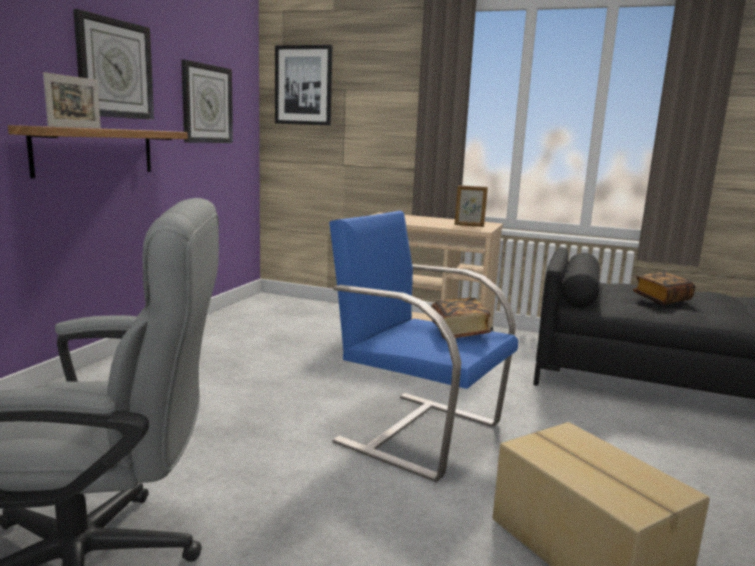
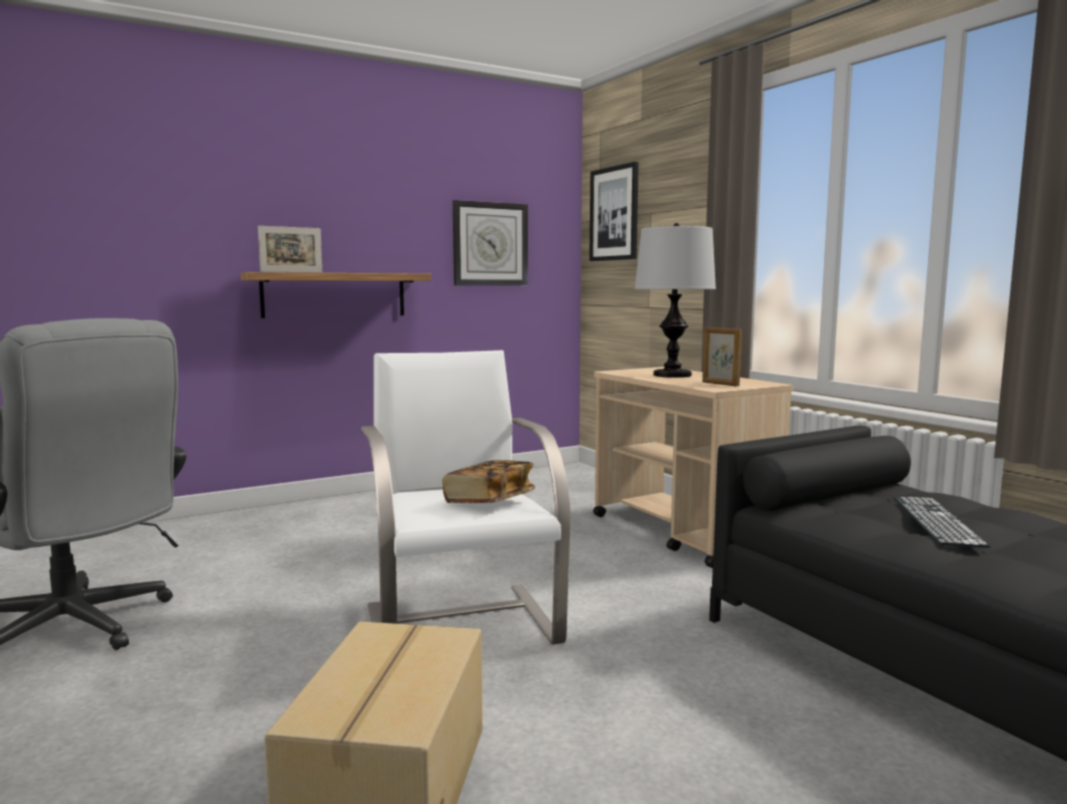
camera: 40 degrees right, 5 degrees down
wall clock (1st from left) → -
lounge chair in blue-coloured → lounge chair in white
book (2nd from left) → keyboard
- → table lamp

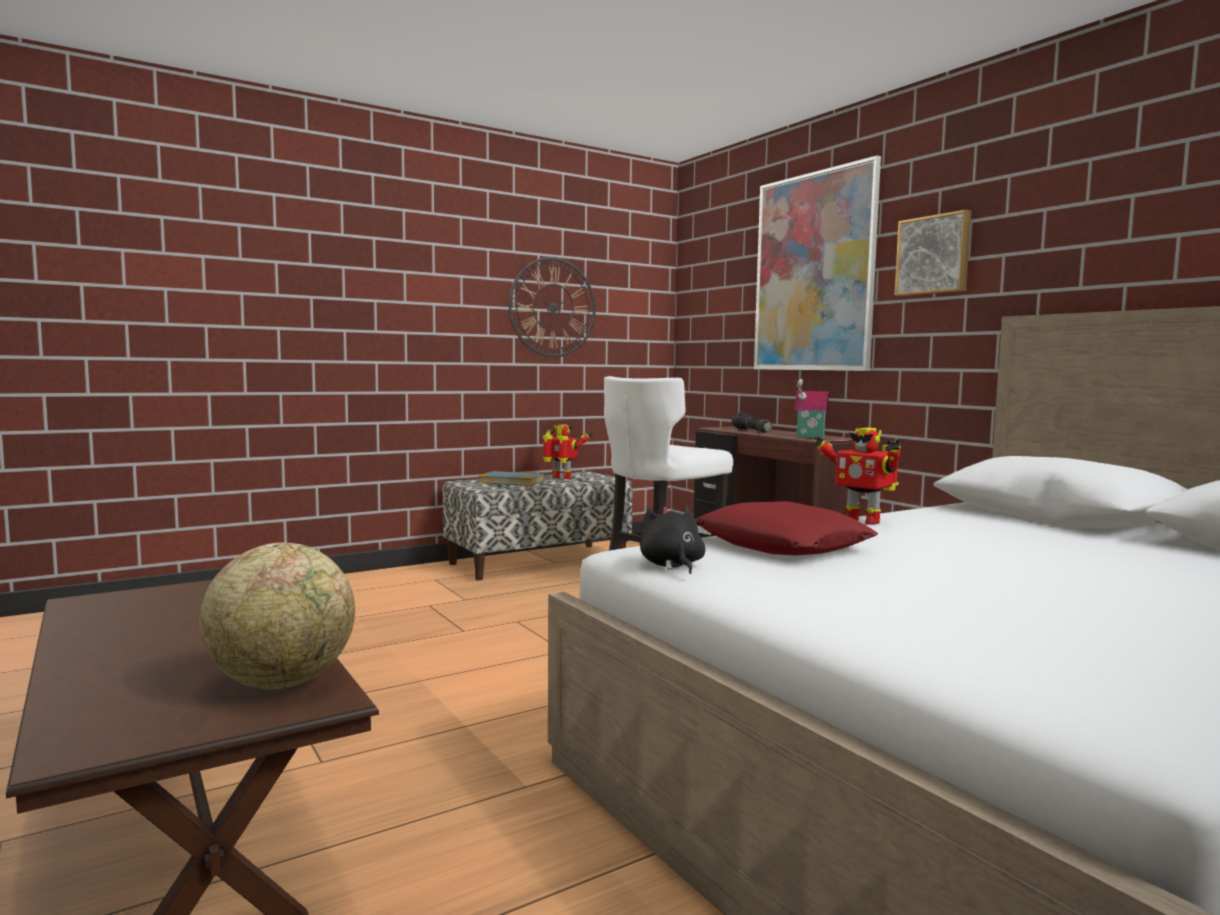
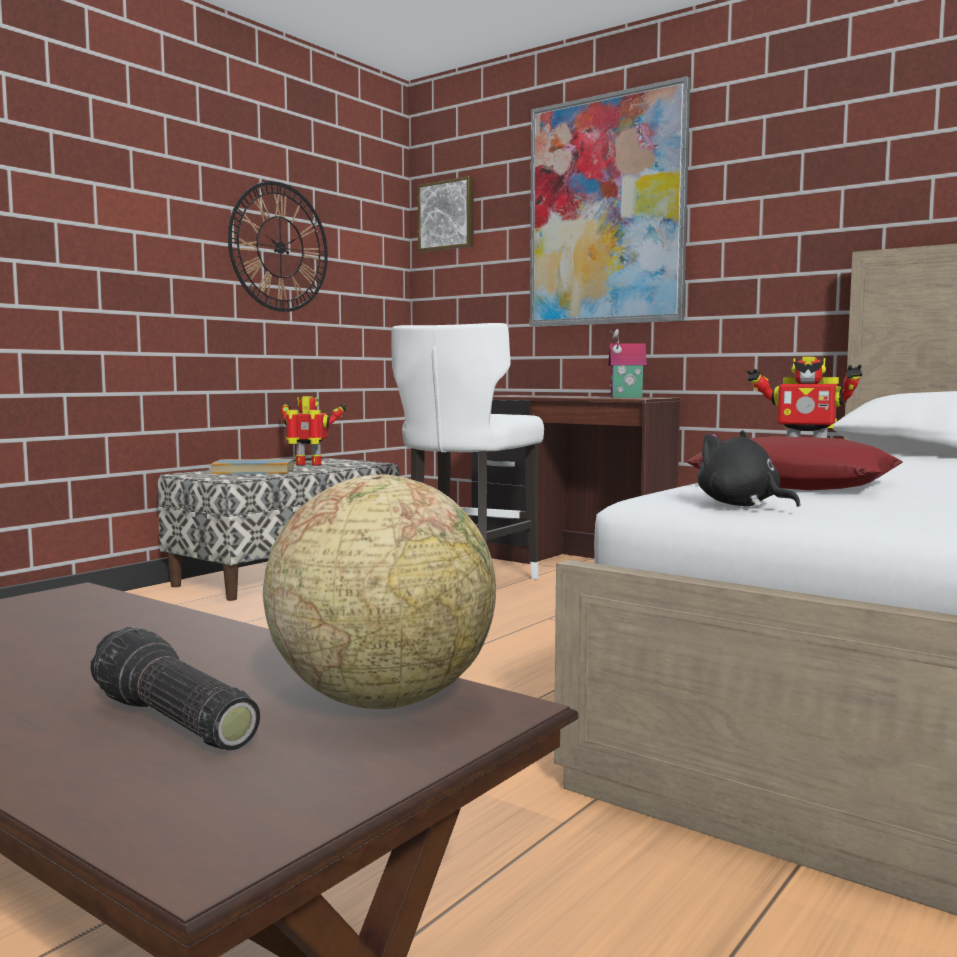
camera: 20 degrees left, 0 degrees up
flashlight, moved
picture (2nd from left in the first image) → picture (1st from left), moved

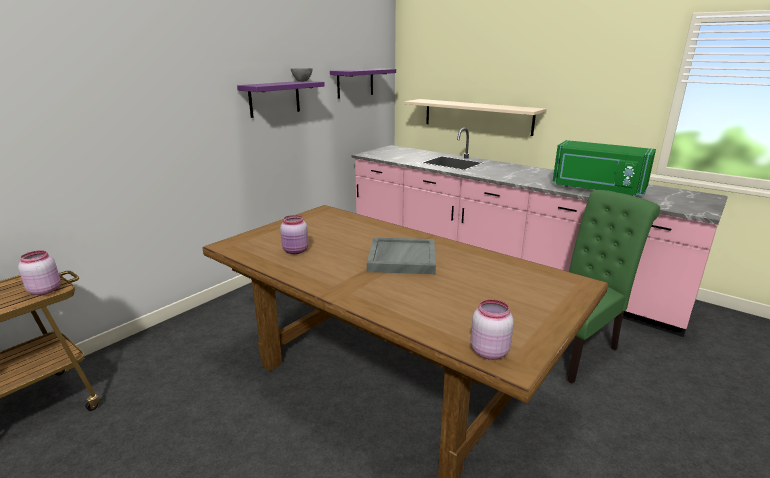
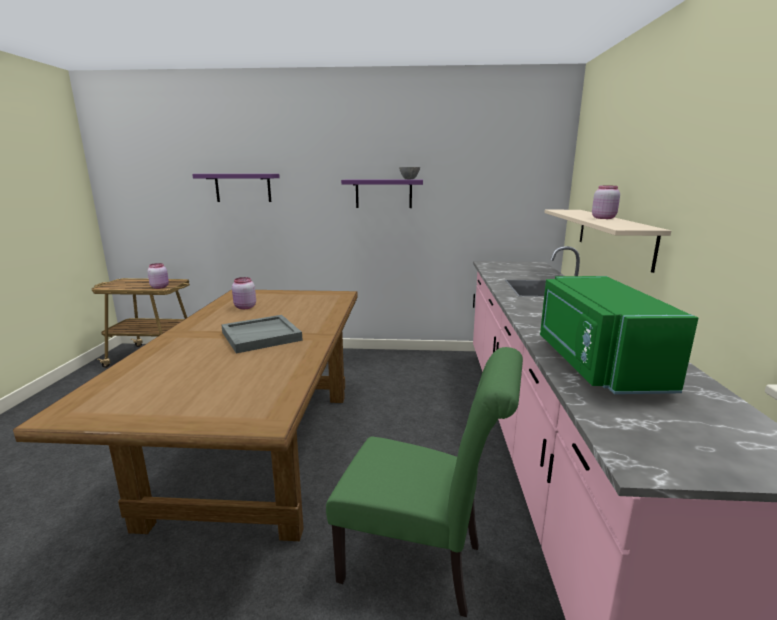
camera: 55 degrees right, 5 degrees down
shelf in purple-coloured (2nd from left in the first image) → shelf in purple-coloured (1st from left), moved
storage jar in pinkish (3rd from left), moved

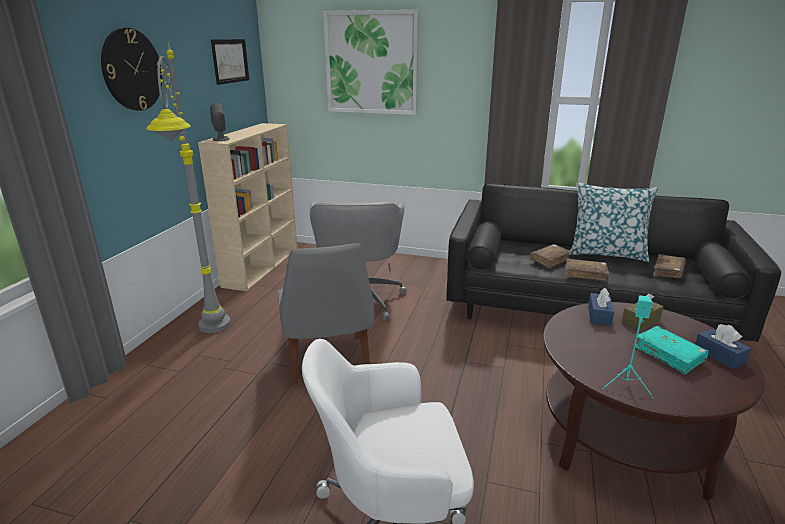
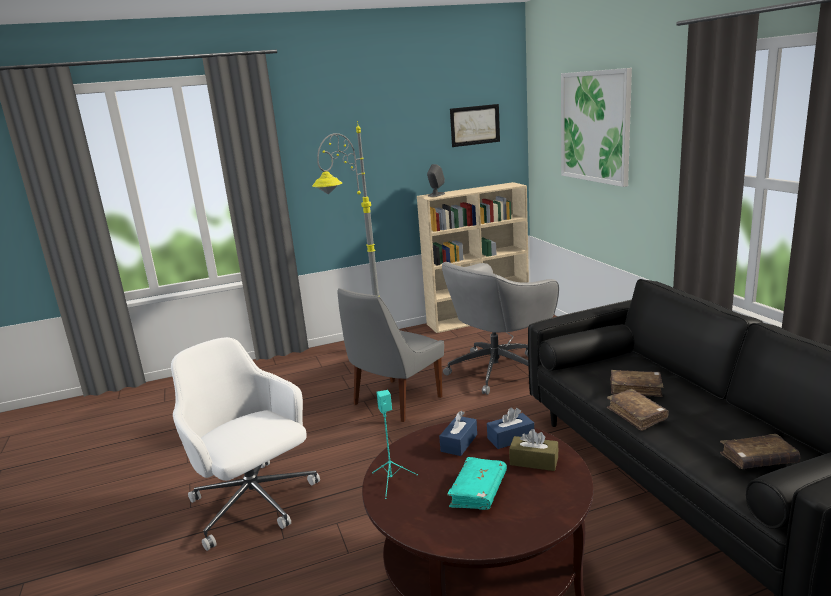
camera: 55 degrees right, 5 degrees down
wall clock → -
cushion → -
tissue box in blue-coloured (2nd from left in the first image) → tissue box in blue-coloured (1st from left), moved

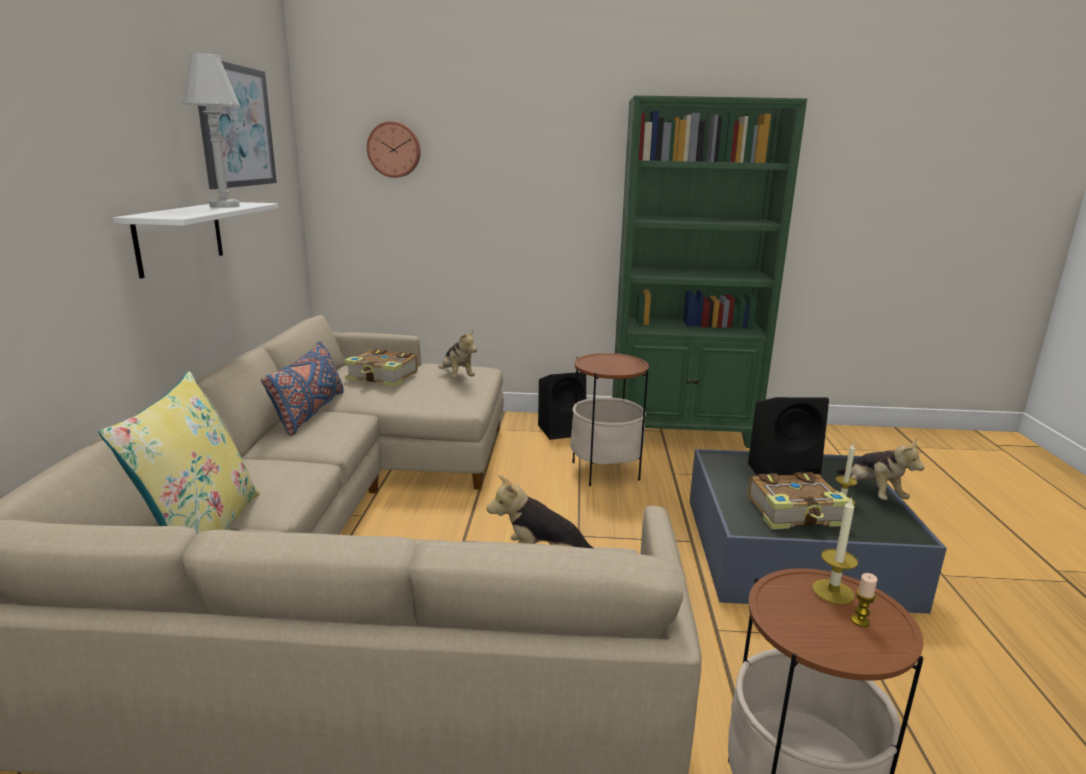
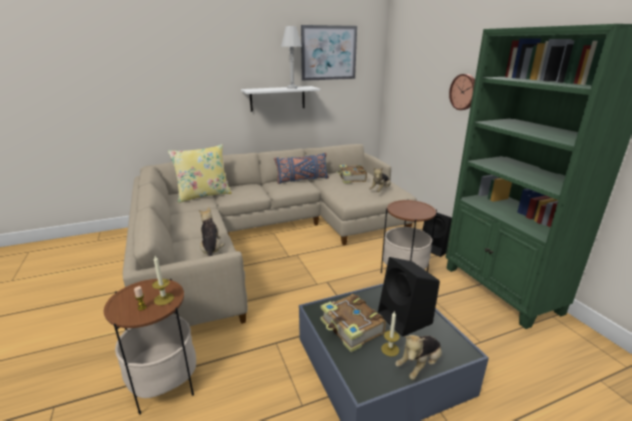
camera: 65 degrees right, 5 degrees up
wall clock, moved

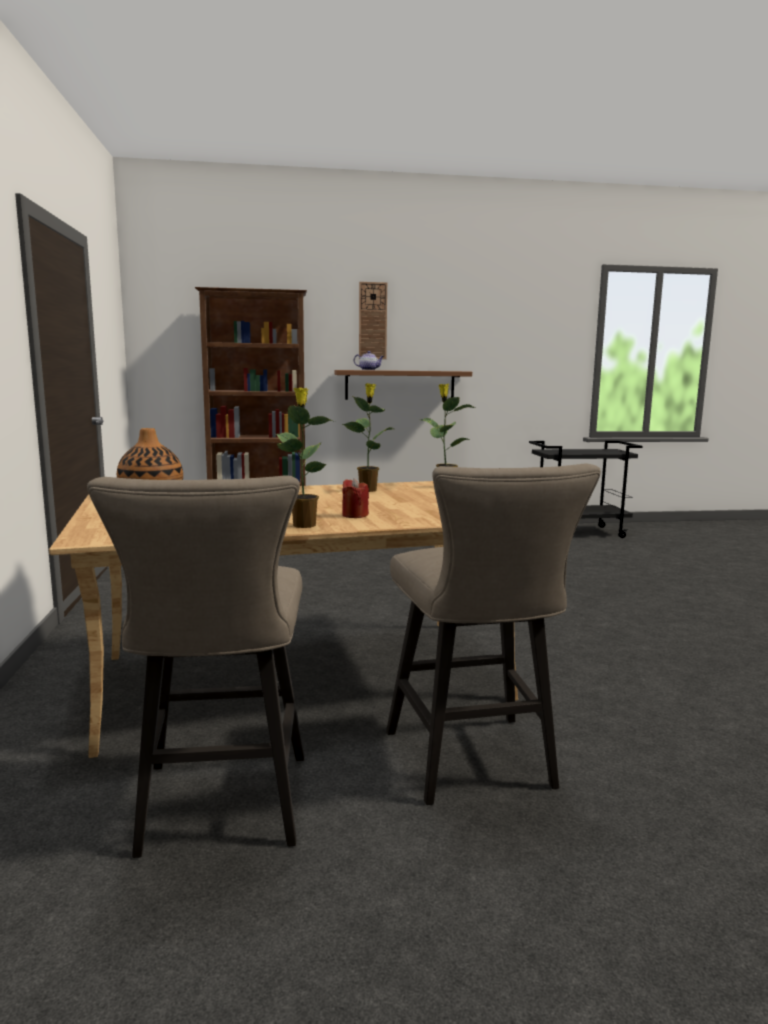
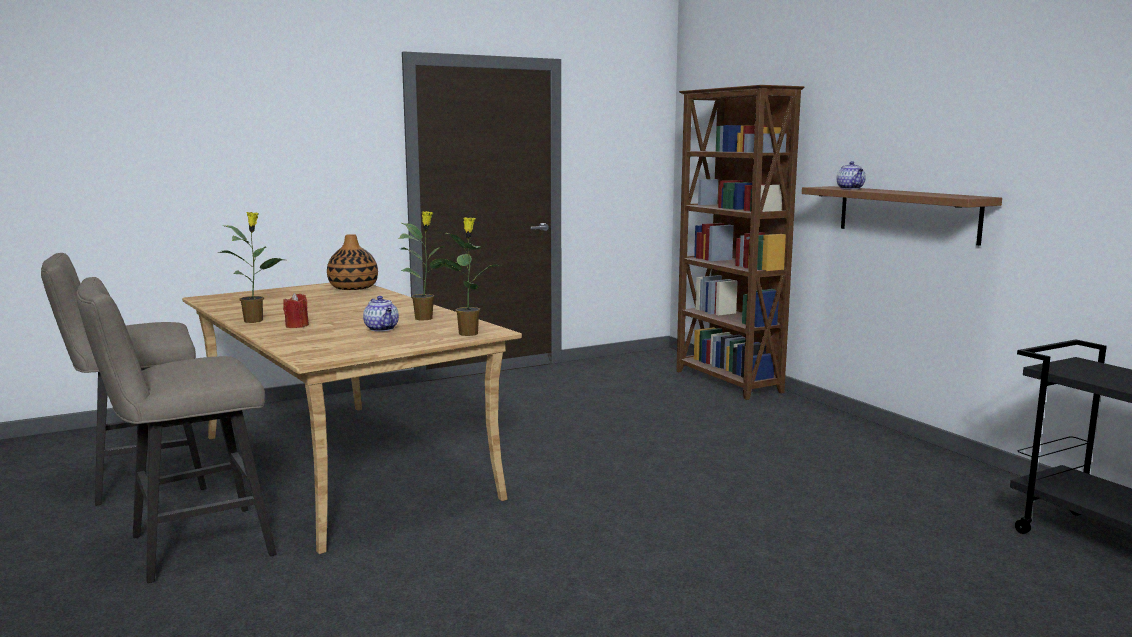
camera: 70 degrees right, 0 degrees up
wall clock → -
- → teapot (1st from left)

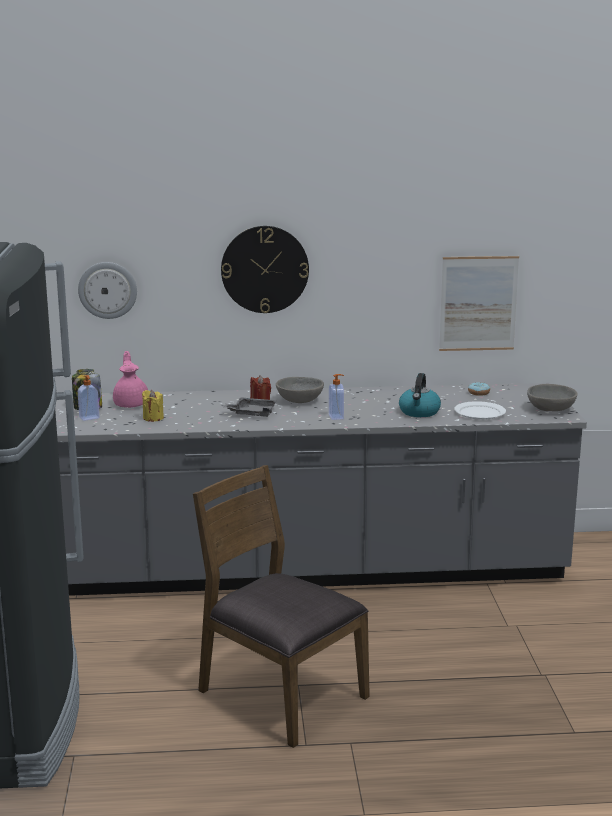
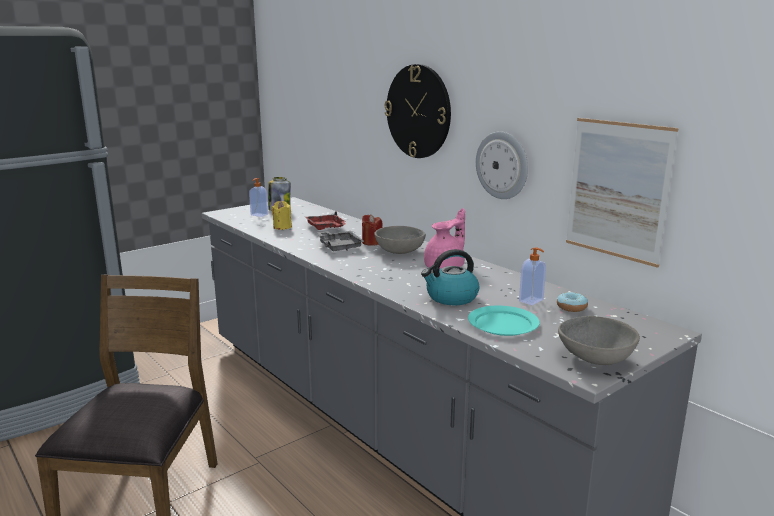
camera: 55 degrees right, 0 degrees up
wall clock (1st from left in the first image) → wall clock (2nd from left), moved
teapot in pinkish, moved
liquid soap bottle (2nd from left), moved
dinner plate in white → dinner plate in turquoise-coloured
- → tray in red-coloured

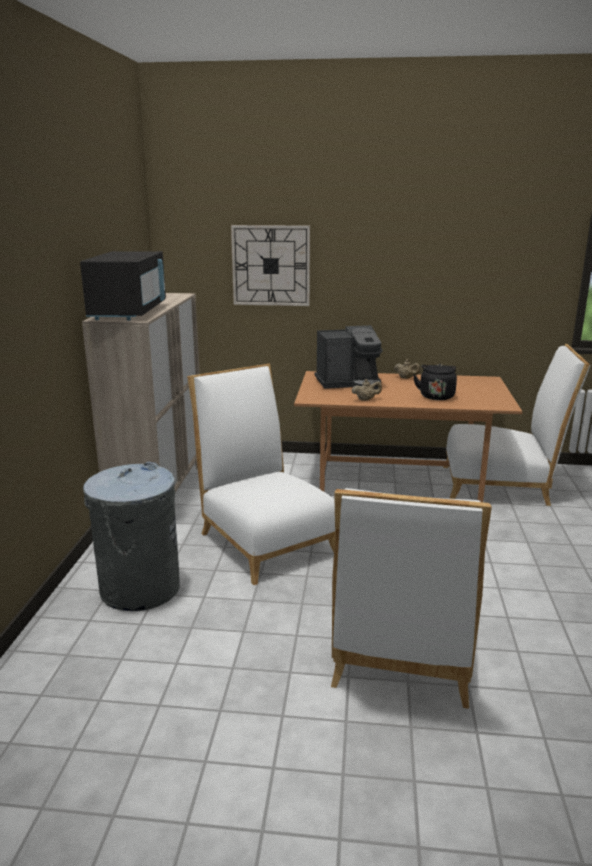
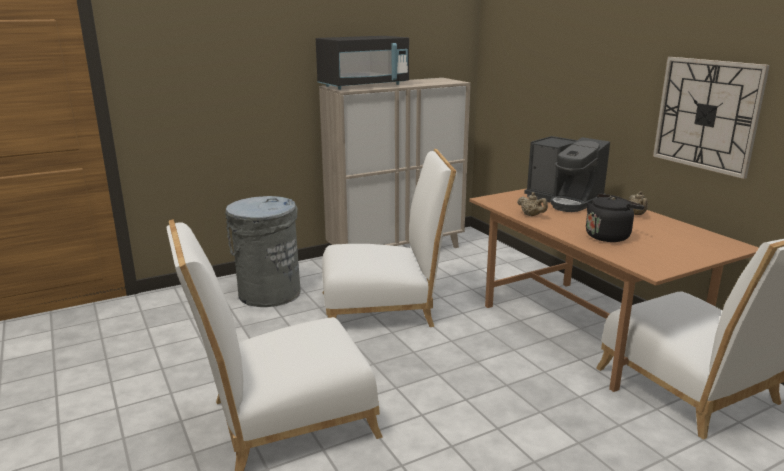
camera: 55 degrees right, 0 degrees up
chair in white (1st from left in the first image) → chair in white (2nd from left), 60 degrees clockwise
wall clock, moved

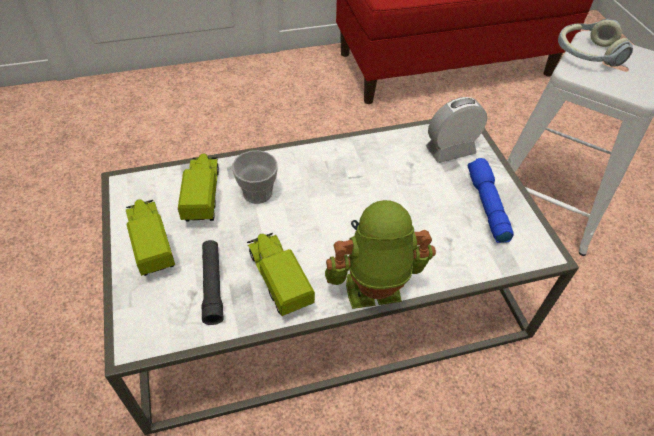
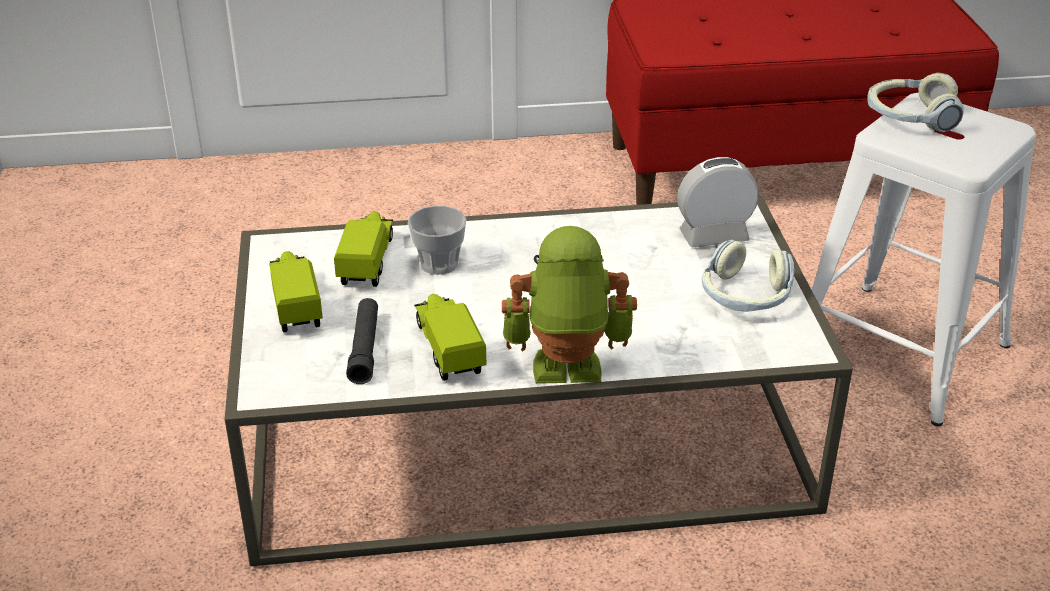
camera: 10 degrees right, 15 degrees down
flashlight in blue-coloured → headset (1st from left)

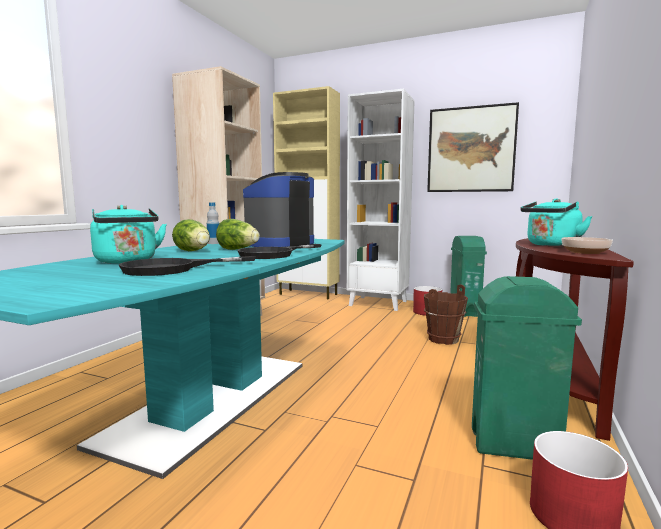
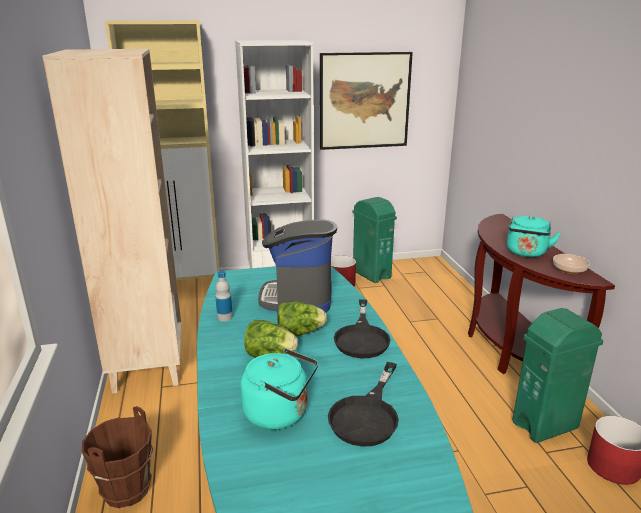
camera: 35 degrees left, 15 degrees up
water bucket in brownish, moved

